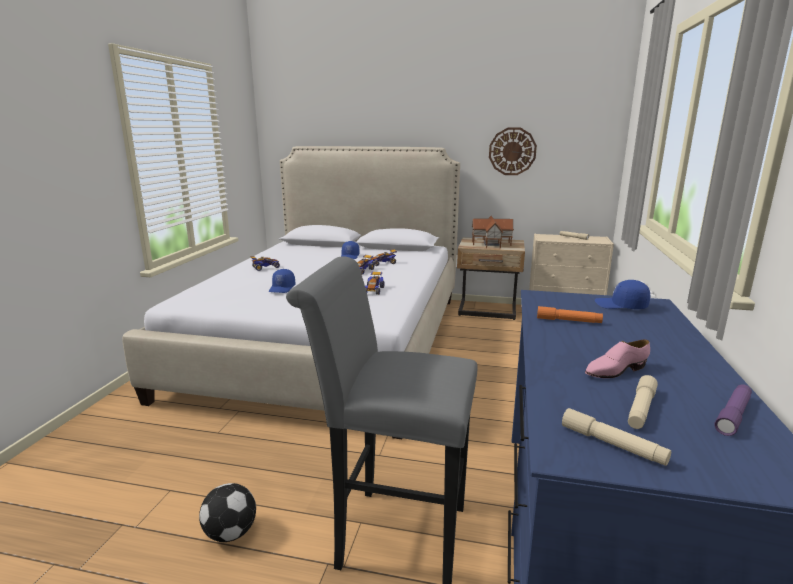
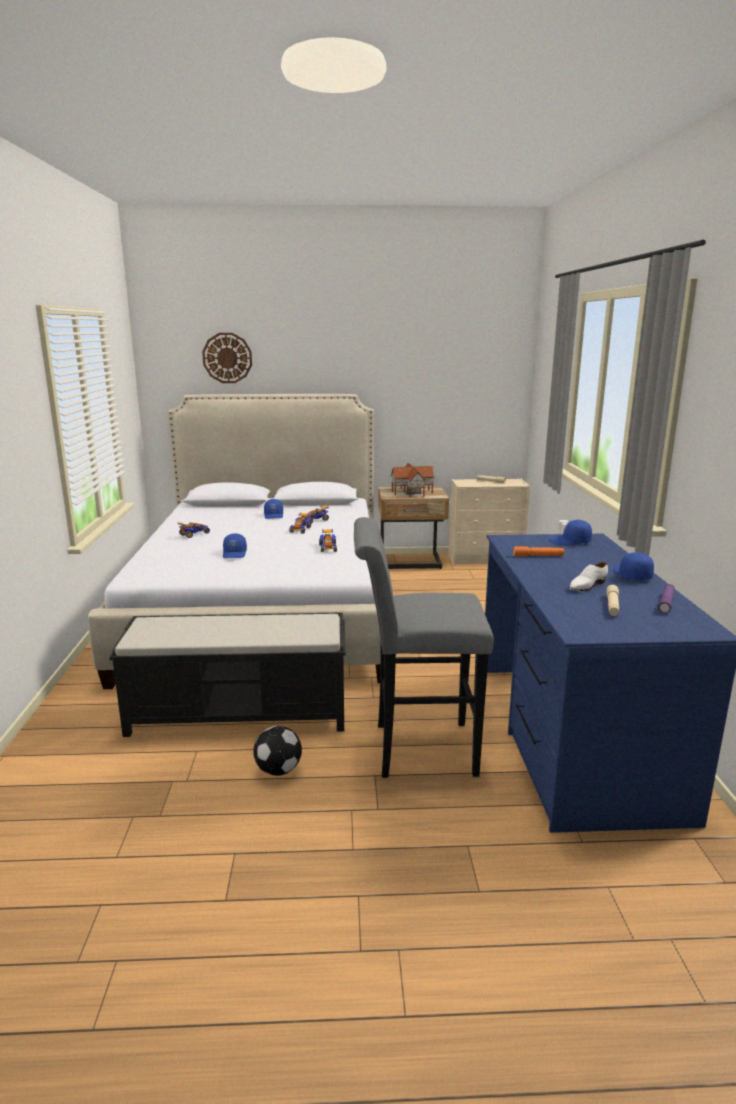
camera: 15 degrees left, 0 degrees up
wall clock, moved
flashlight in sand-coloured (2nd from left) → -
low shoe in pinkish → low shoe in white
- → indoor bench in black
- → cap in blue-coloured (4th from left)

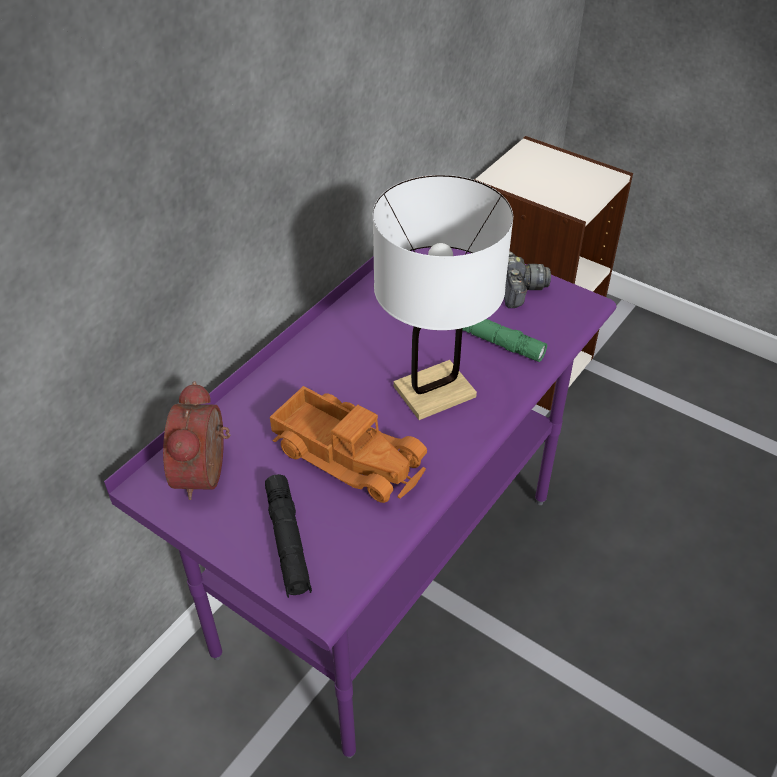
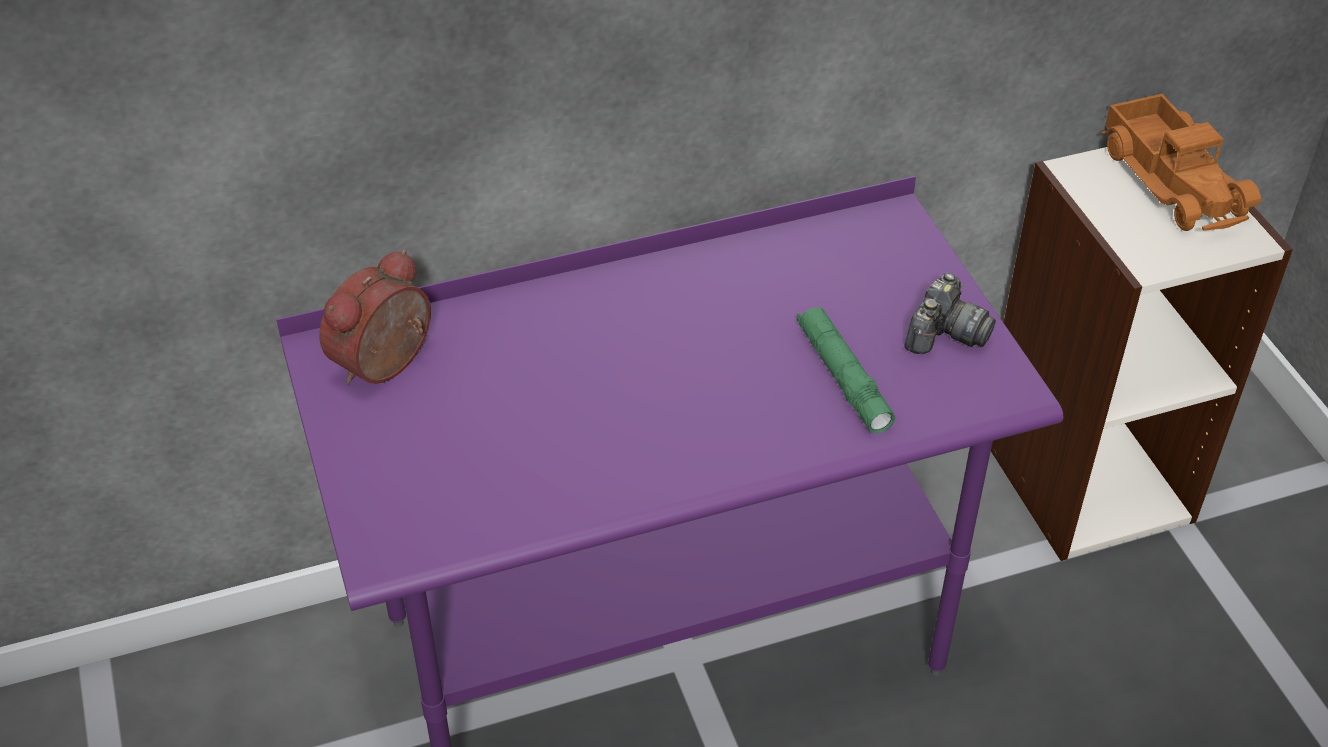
camera: 35 degrees right, 0 degrees up
flashlight in black → -
toy lorry, moved
table lamp in white → -

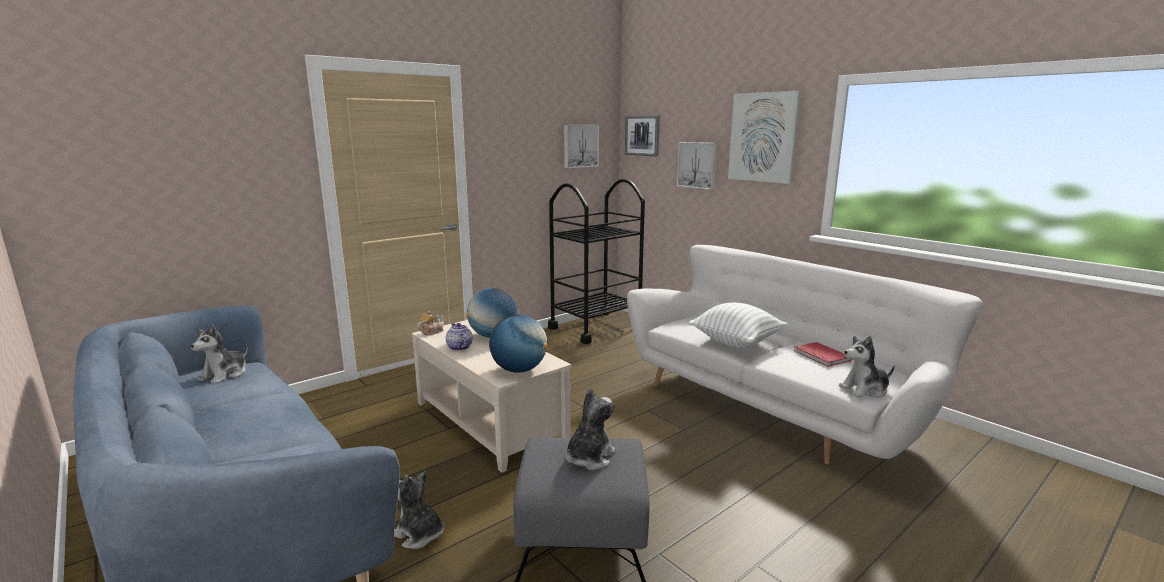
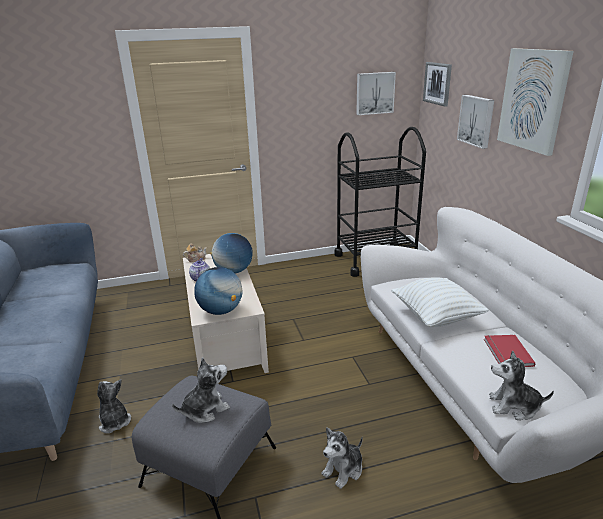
camera: 25 degrees right, 10 degrees up
cuddly toy (1st from left in the first image) → cuddly toy (3rd from left), moved

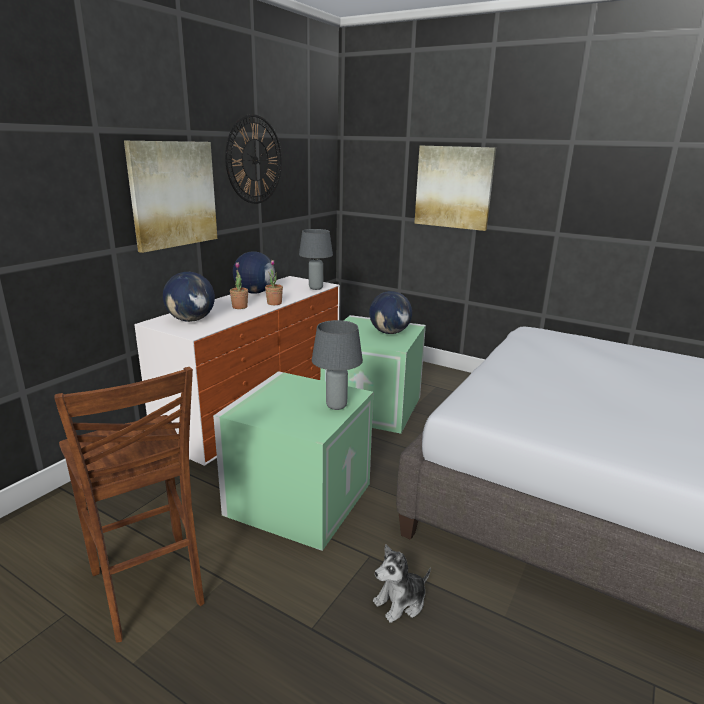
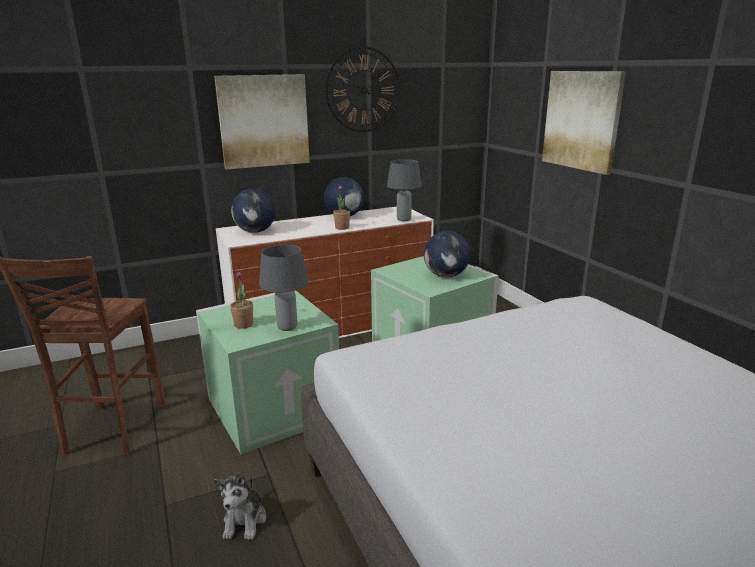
camera: 35 degrees right, 0 degrees up
potted plant (1st from left), moved
cuddly toy, 90 degrees counterclockwise

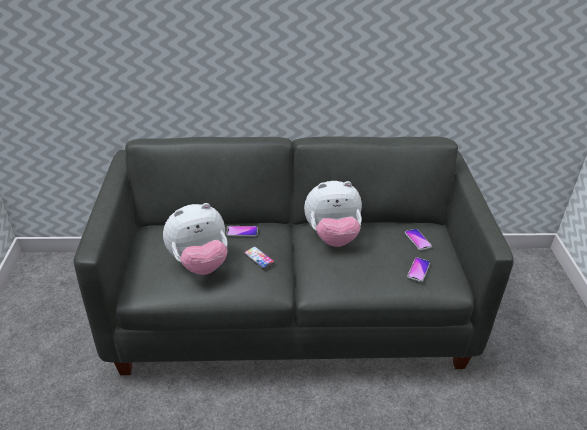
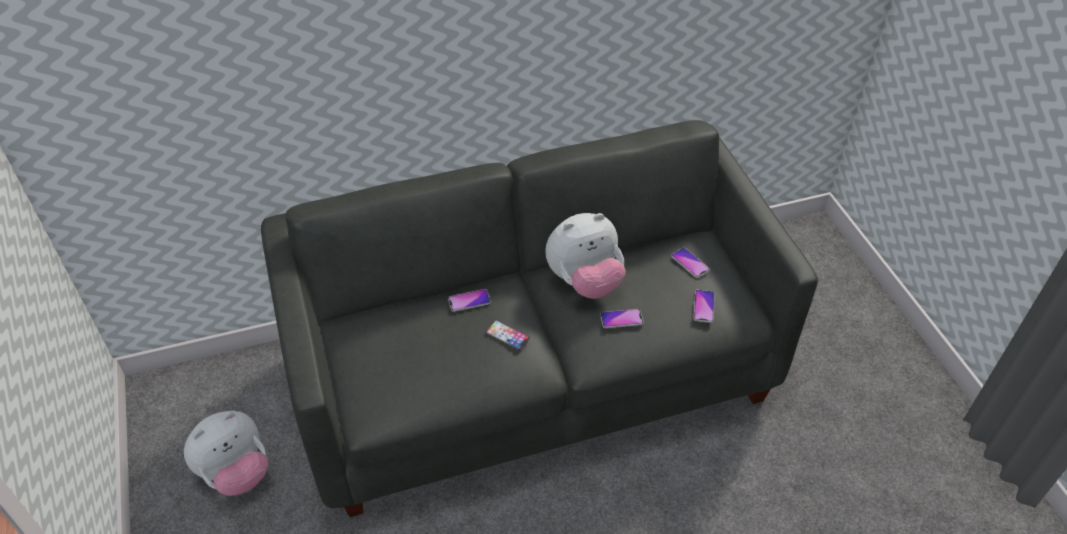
camera: 15 degrees left, 10 degrees up
cuddly toy (1st from left), moved
- → phone (3rd from left)

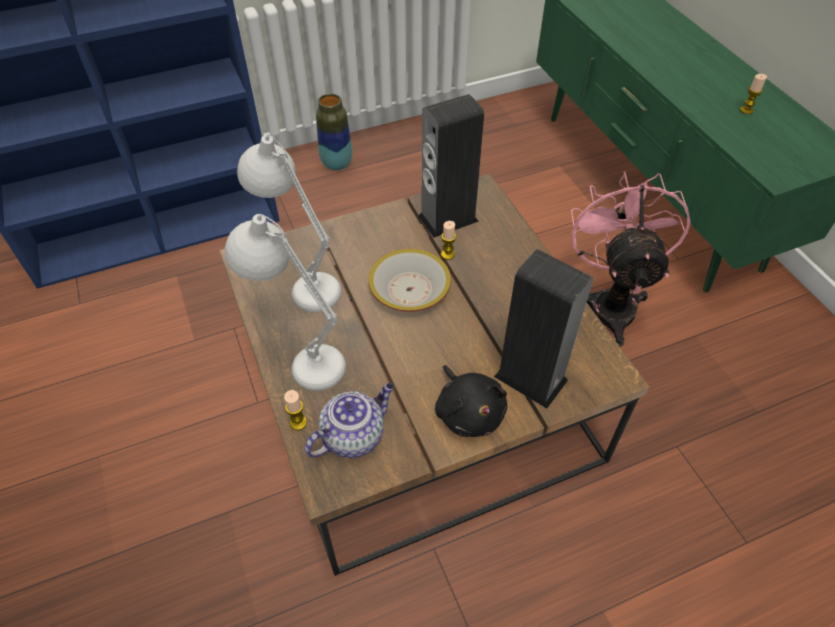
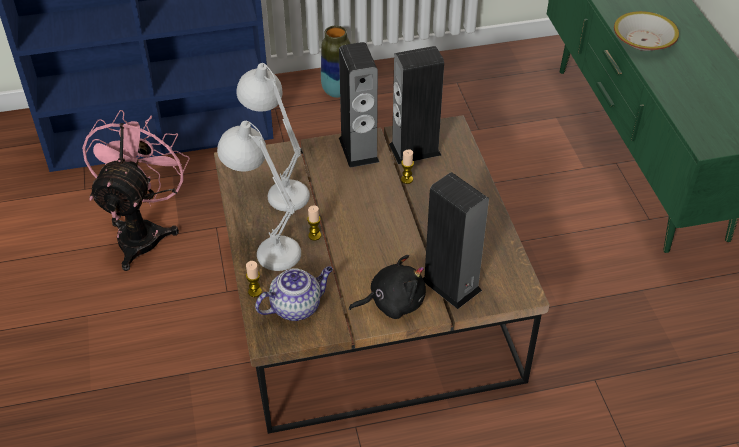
camera: 10 degrees right, 5 degrees down
deep dish, moved
cuddly toy in black, 90 degrees counterclockwise
fan in pinkish, moved
candle (3rd from left in the first image) → candle (2nd from left), moved
- → speaker (1st from left)

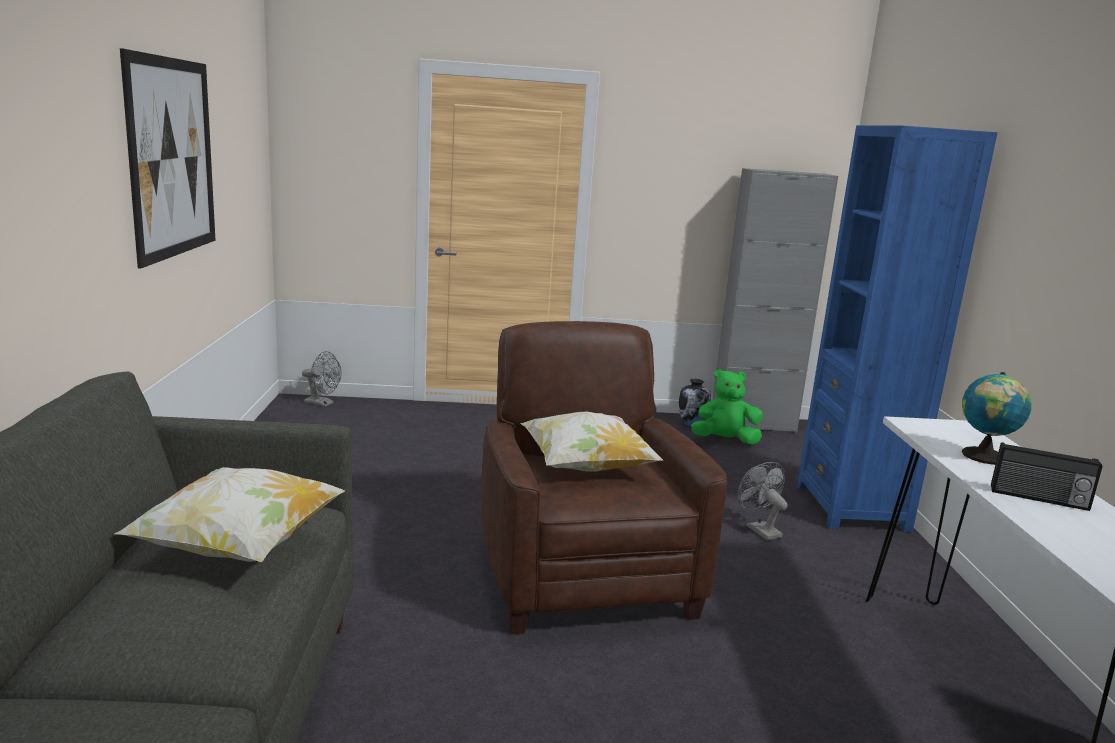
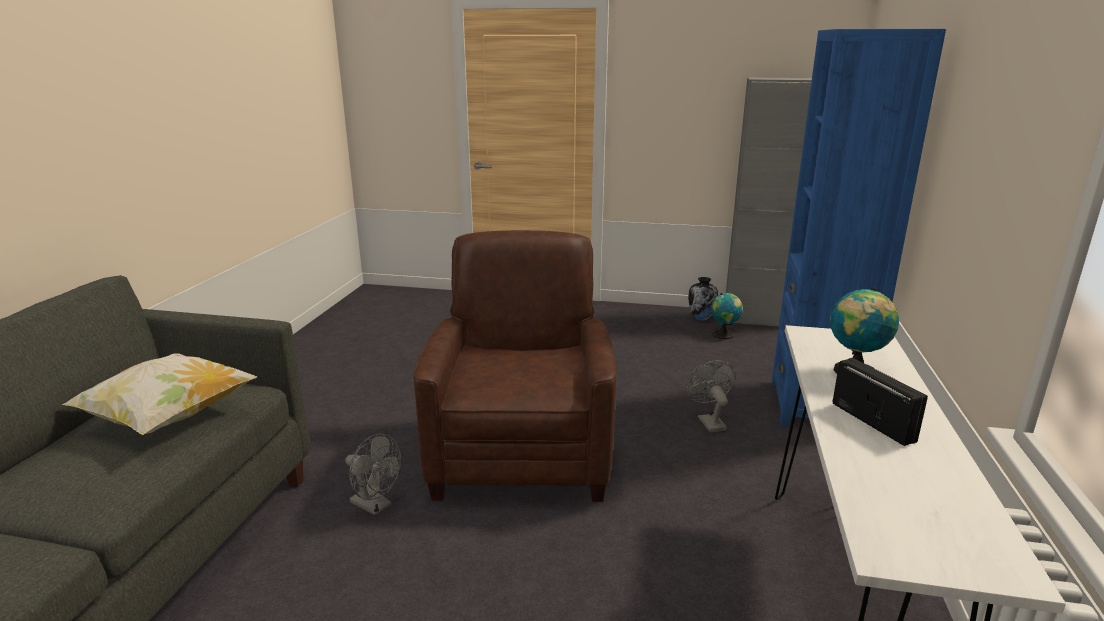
camera: 15 degrees right, 5 degrees up
picture → -
fan in greyish (1st from left), moved
cushion (2nd from left) → -
cuddly toy in green-coloured → desk globe (1st from left)
radio, 150 degrees counterclockwise

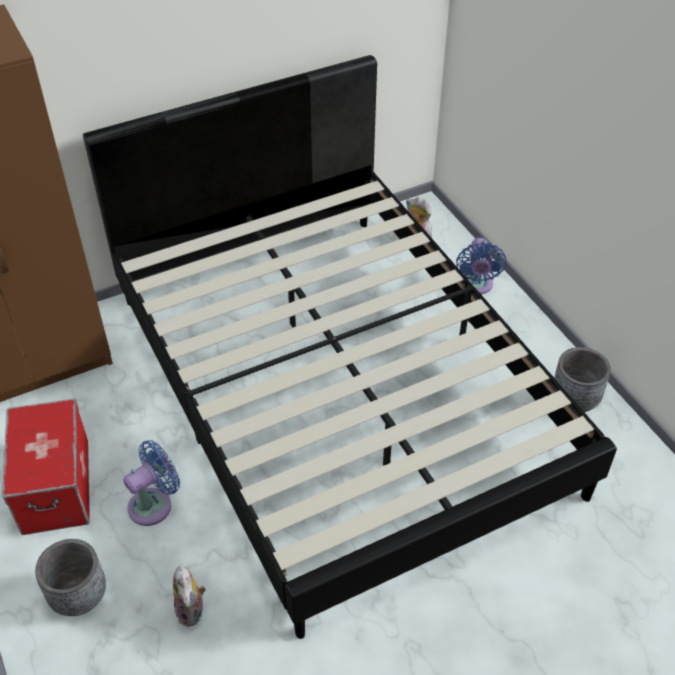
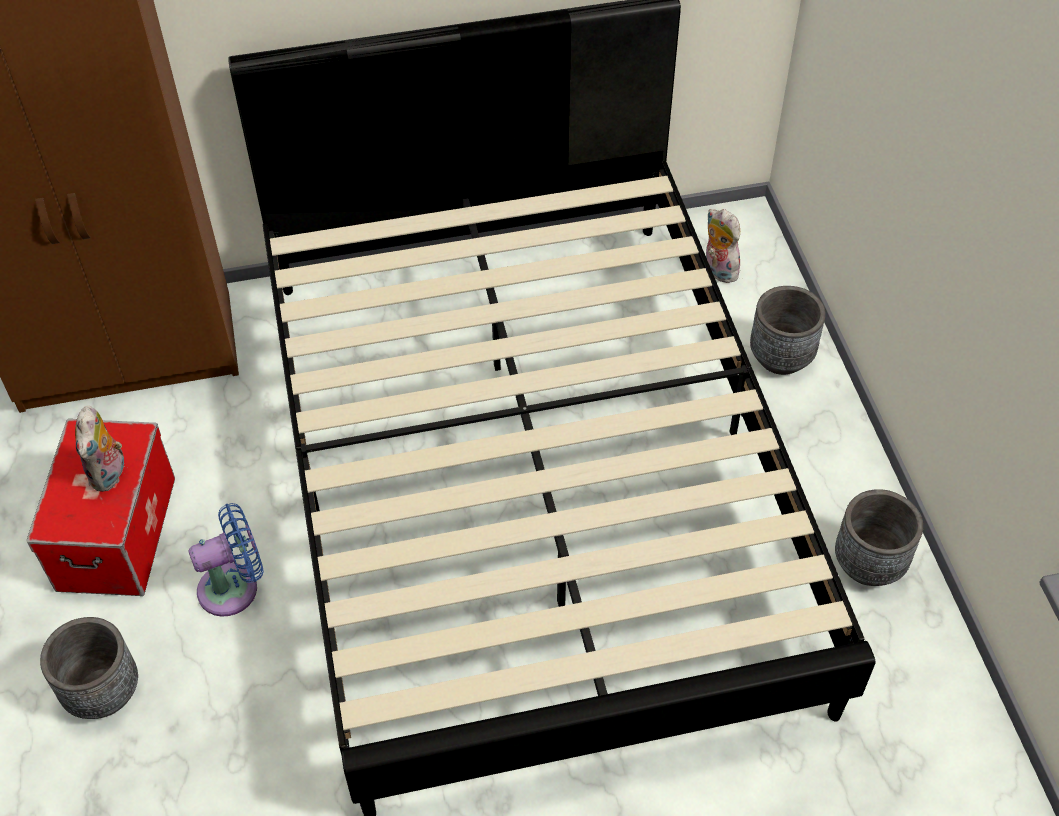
camera: 15 degrees right, 5 degrees up
cuddly toy (1st from left), moved
fan in blue-coloured (2nd from left) → planter in greyish (2nd from left)

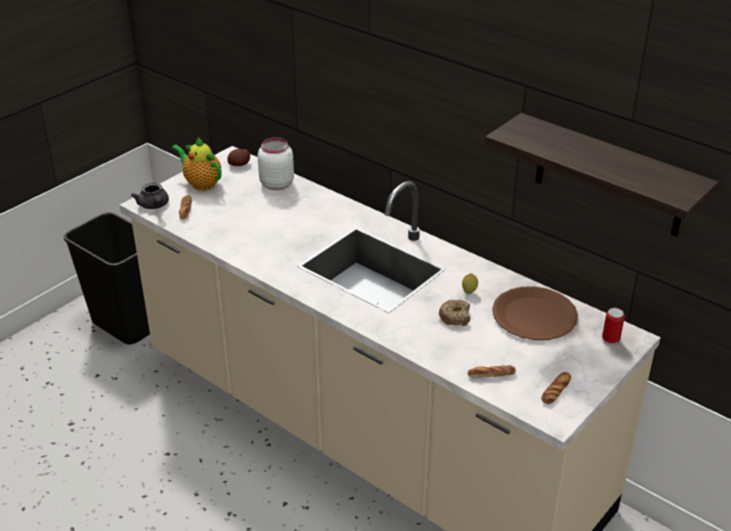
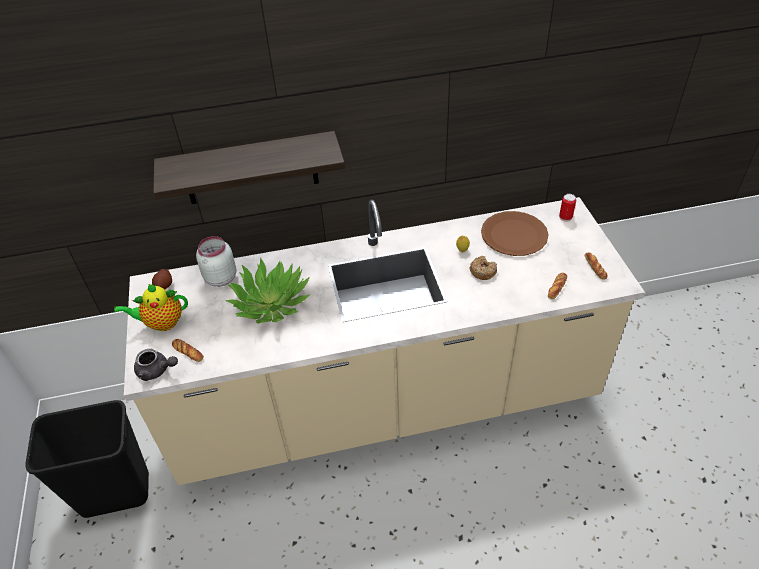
camera: 50 degrees left, 10 degrees up
shelf, moved
- → potted plant

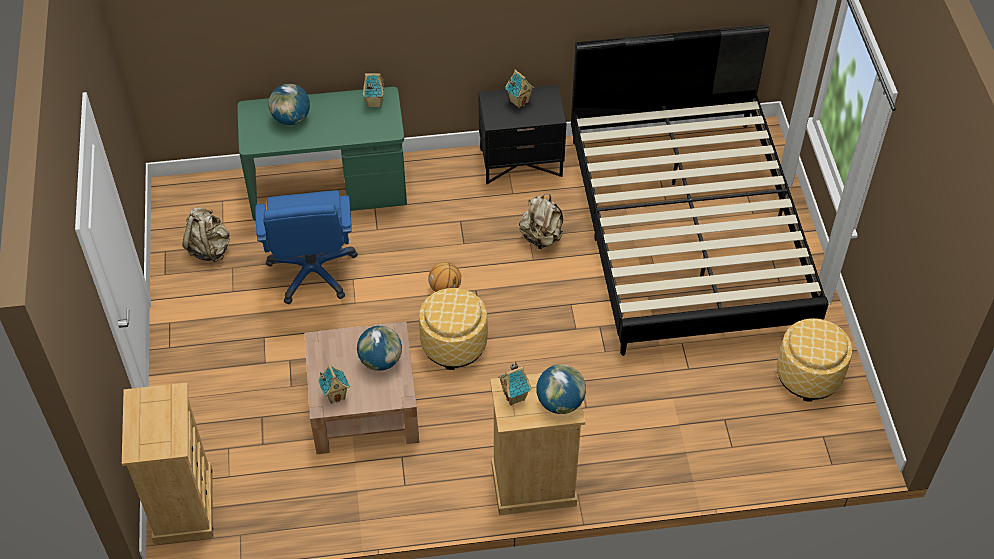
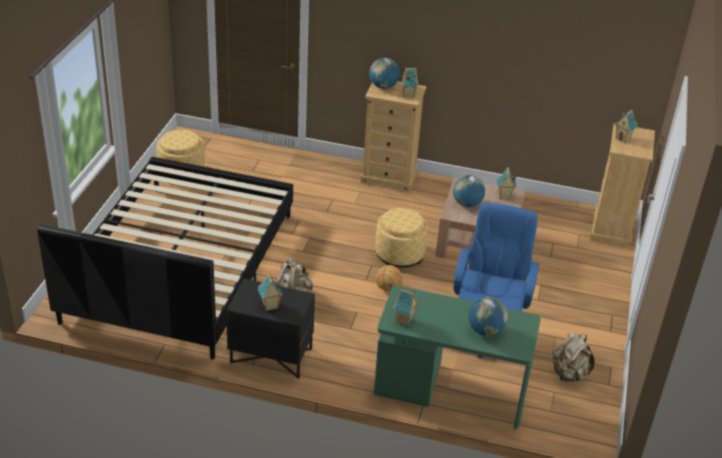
camera: 160 degrees left, 15 degrees down
- → model house (5th from left)

